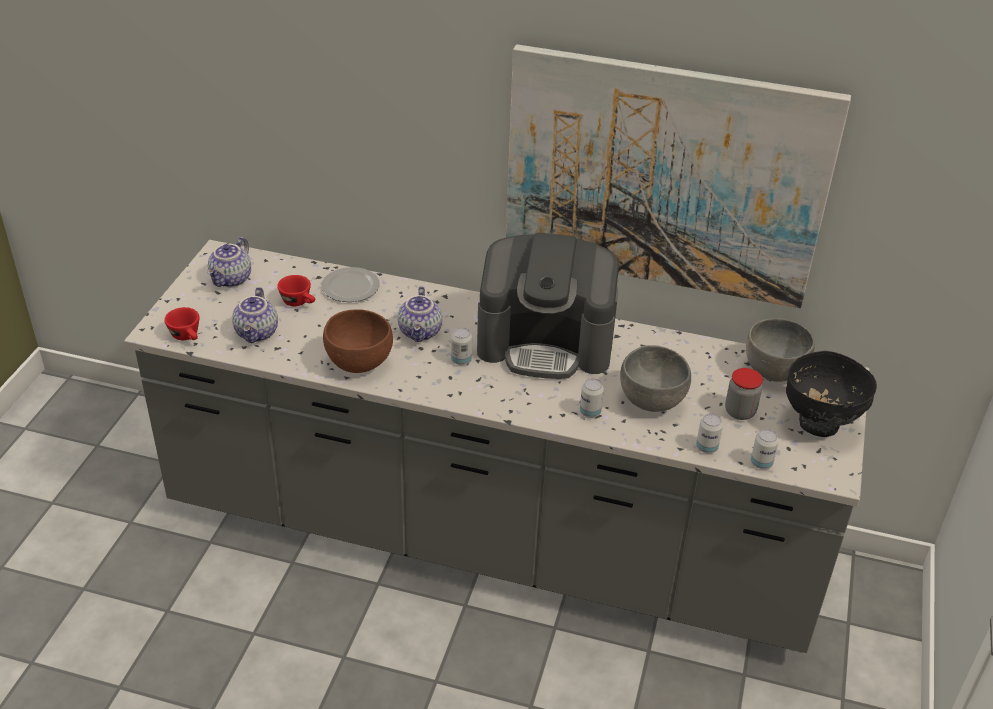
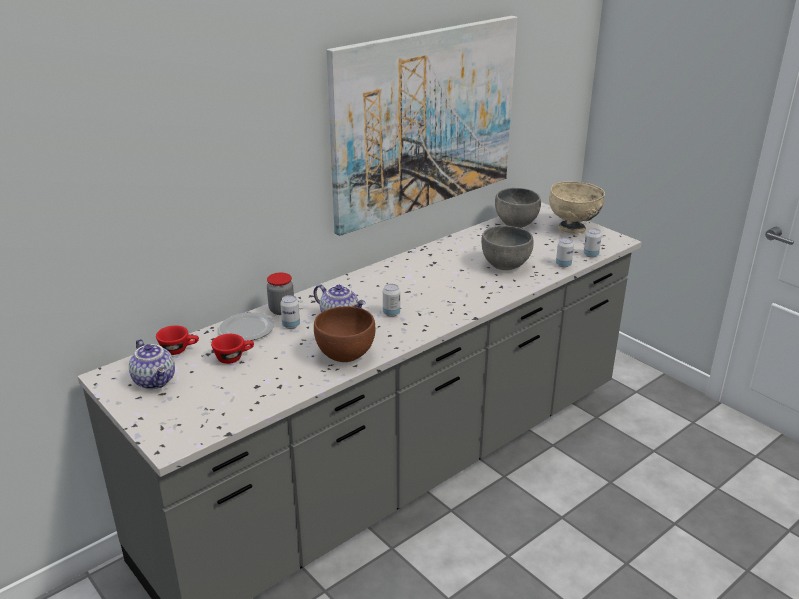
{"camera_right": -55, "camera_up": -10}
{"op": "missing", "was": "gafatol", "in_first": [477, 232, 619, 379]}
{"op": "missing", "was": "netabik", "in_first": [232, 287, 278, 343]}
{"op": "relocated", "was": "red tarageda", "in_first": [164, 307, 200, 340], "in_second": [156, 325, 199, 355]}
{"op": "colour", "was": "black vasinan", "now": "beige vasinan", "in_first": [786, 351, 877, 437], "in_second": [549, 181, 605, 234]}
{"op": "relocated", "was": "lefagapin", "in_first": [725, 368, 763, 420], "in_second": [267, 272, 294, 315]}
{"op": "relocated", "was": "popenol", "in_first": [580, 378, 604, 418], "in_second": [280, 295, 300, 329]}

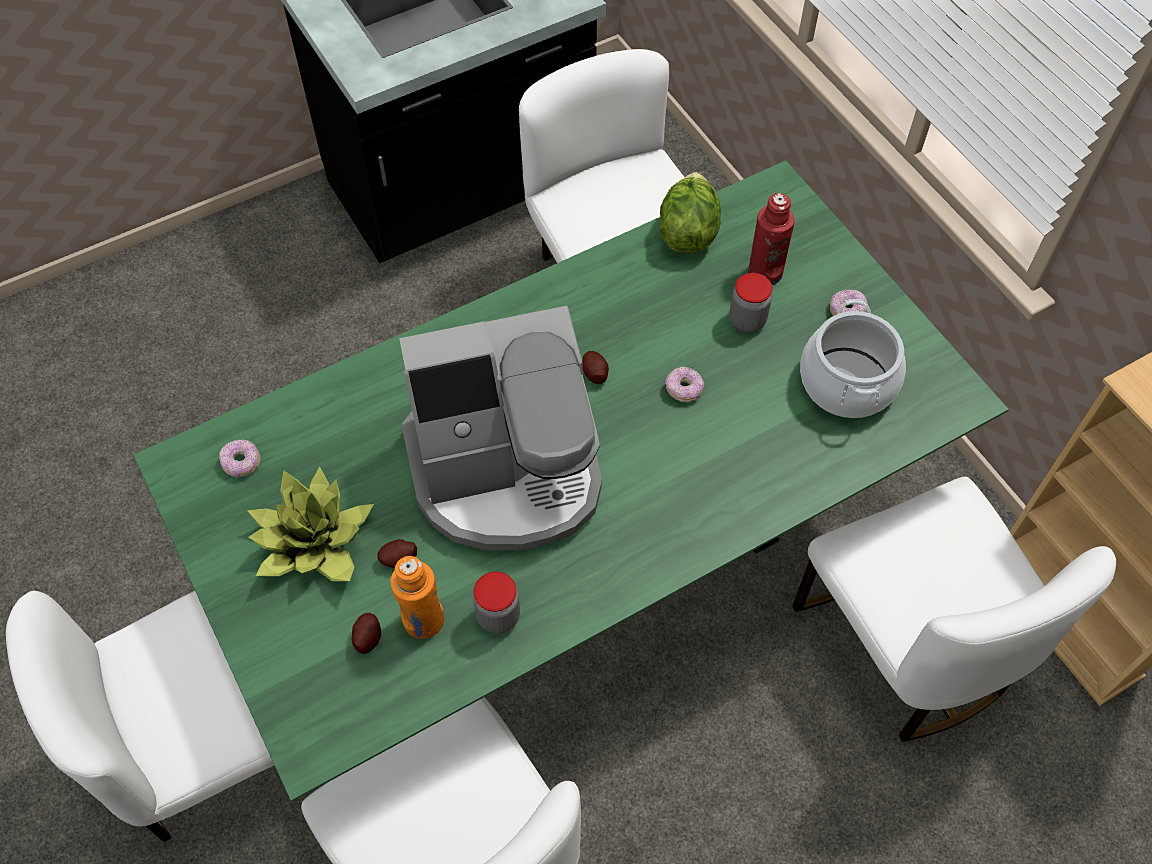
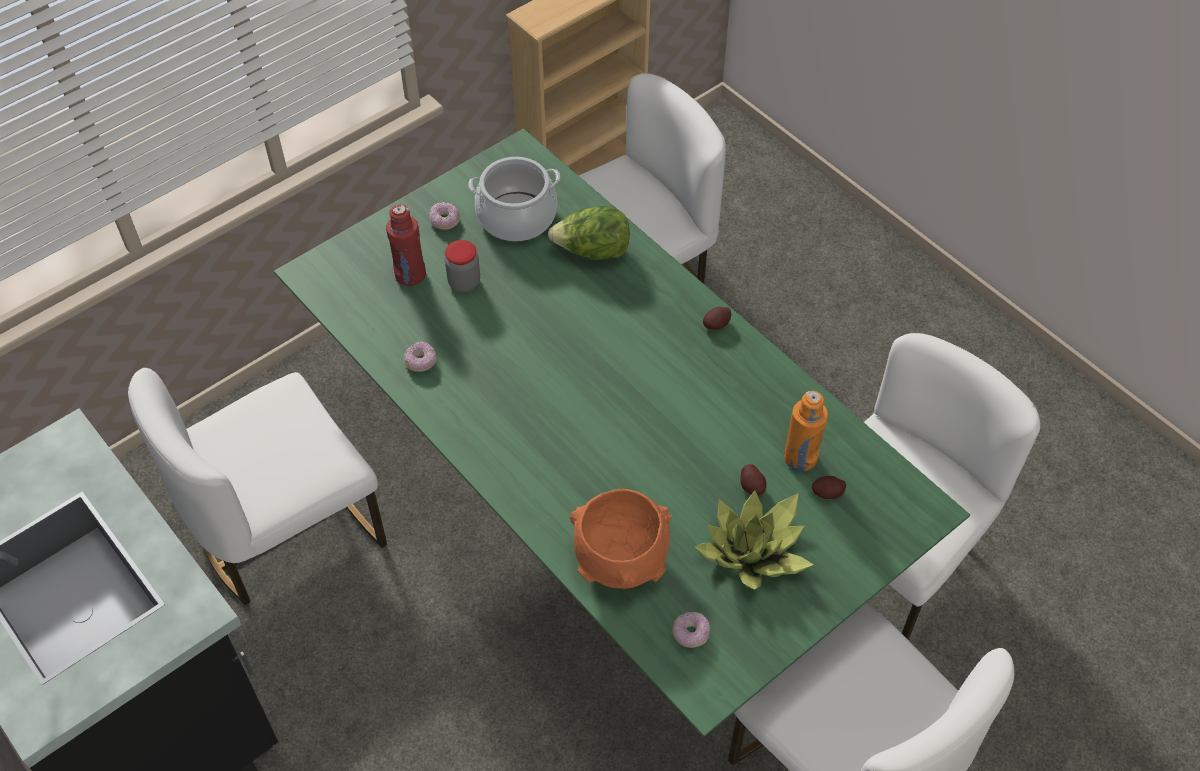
{"camera_right": -100, "camera_up": -5}
{"op": "relocated", "was": "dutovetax", "in_first": [660, 172, 721, 254], "in_second": [548, 206, 630, 260]}
{"op": "missing", "was": "gafatol", "in_first": [399, 306, 602, 551]}
{"op": "relocated", "was": "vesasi", "in_first": [582, 351, 609, 384], "in_second": [703, 307, 731, 330]}
{"op": "relocated", "was": "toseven", "in_first": [665, 366, 704, 402], "in_second": [404, 341, 437, 372]}
{"op": "missing", "was": "lefagapin", "in_first": [473, 572, 520, 634]}
{"op": "appeared", "now": "orange vasinan", "in_second": [570, 489, 672, 589]}

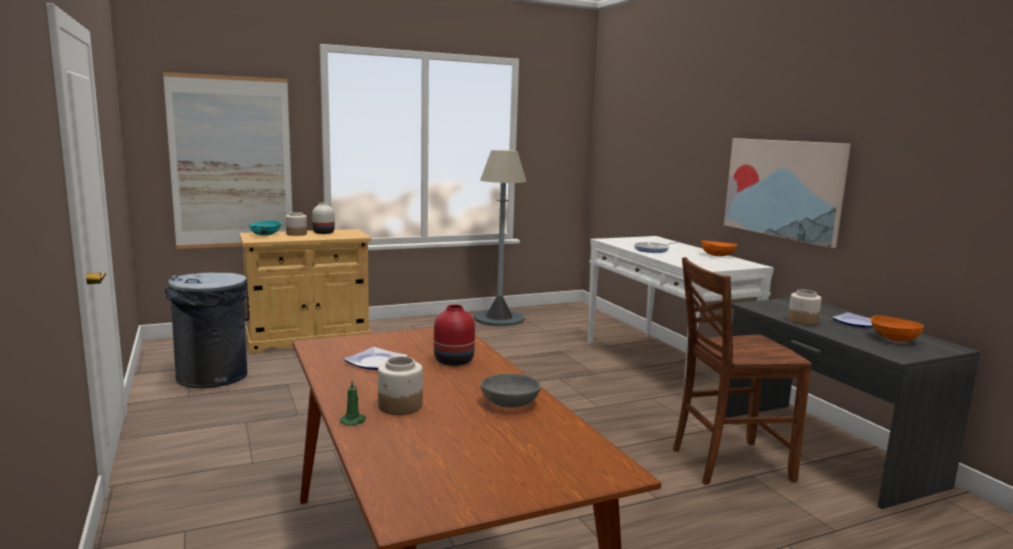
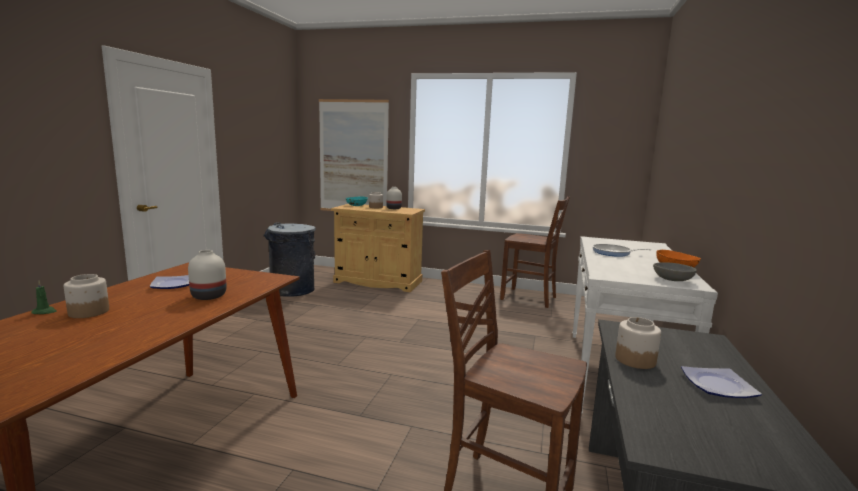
{"camera_right": 40, "camera_up": 0}
{"op": "missing", "was": "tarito", "in_first": [724, 138, 851, 248]}
{"op": "exchanged", "was": "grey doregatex", "now": "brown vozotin", "in_first": [474, 150, 527, 326], "in_second": [500, 196, 570, 308]}
{"op": "colour", "was": "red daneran", "now": "white daneran", "in_first": [434, 304, 475, 366], "in_second": [188, 250, 226, 300]}
{"op": "missing", "was": "orange vasinan", "in_first": [871, 316, 924, 342]}
{"op": "relocated", "was": "grey vasinan", "in_first": [480, 373, 541, 408], "in_second": [653, 262, 697, 281]}

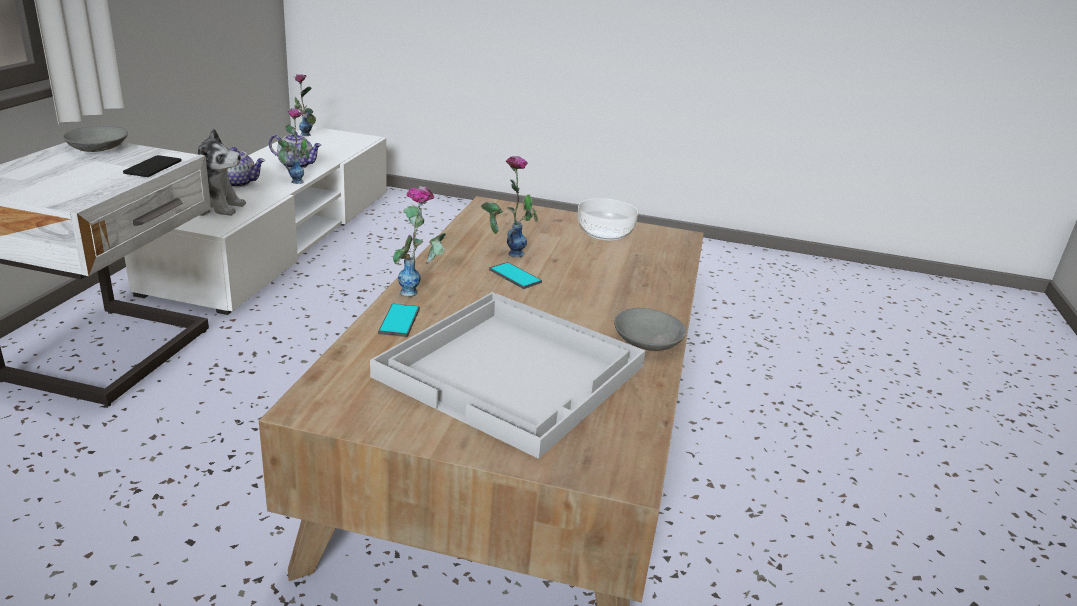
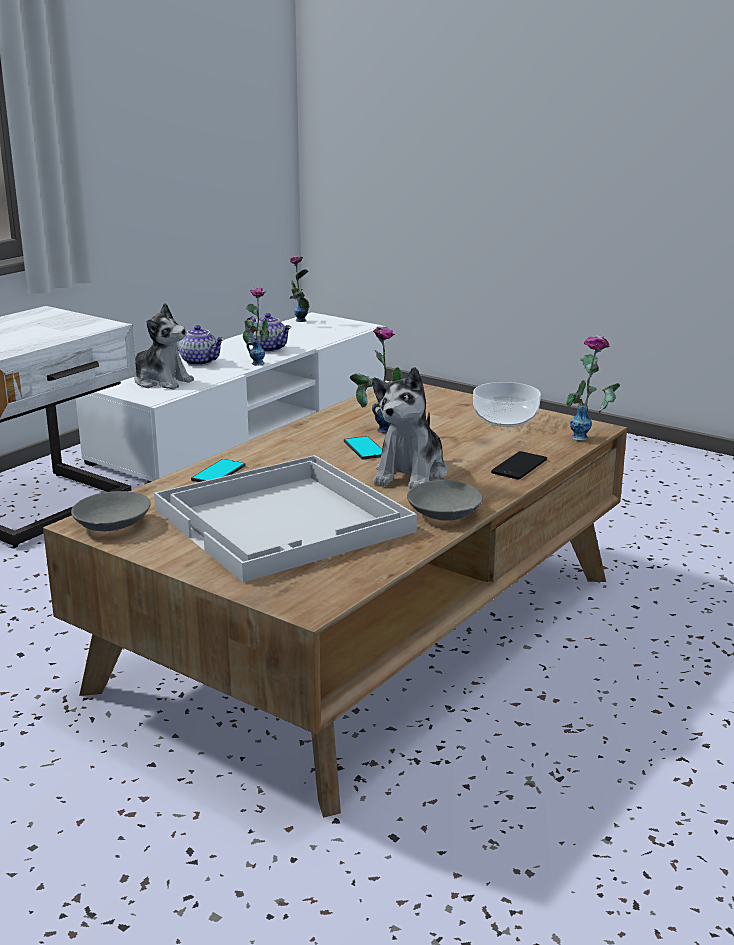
{"camera_right": 25, "camera_up": -5}
{"op": "relocated", "was": "grey vasinan", "in_first": [63, 126, 128, 152], "in_second": [71, 491, 151, 531]}
{"op": "relocated", "was": "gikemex", "in_first": [123, 155, 182, 177], "in_second": [491, 451, 547, 480]}
{"op": "relocated", "was": "daneran", "in_first": [393, 186, 446, 297], "in_second": [566, 335, 620, 441]}
{"op": "appeared", "now": "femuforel", "in_second": [372, 367, 447, 489]}

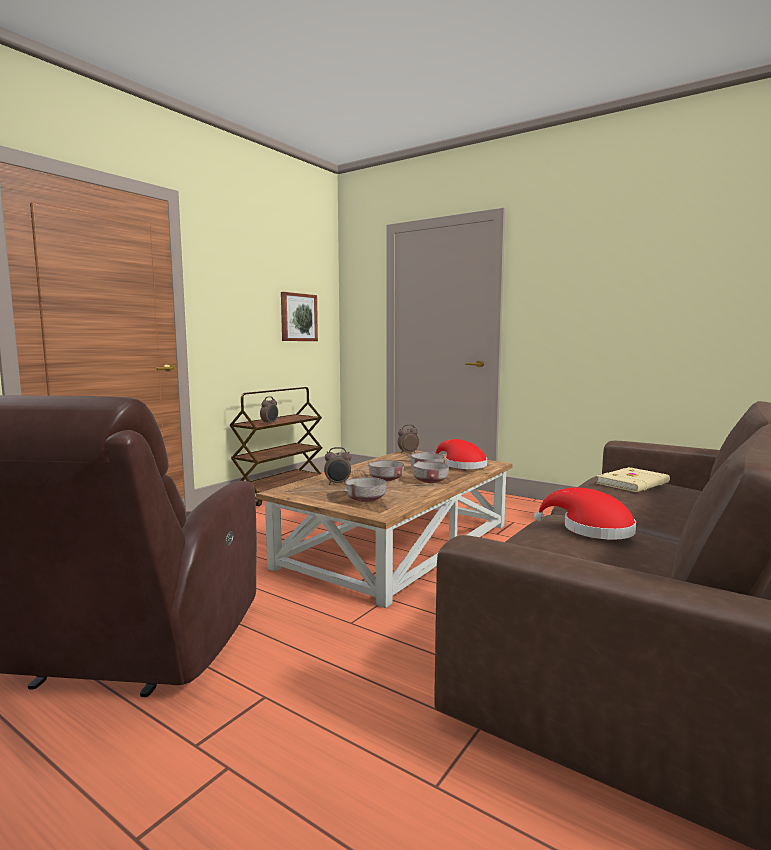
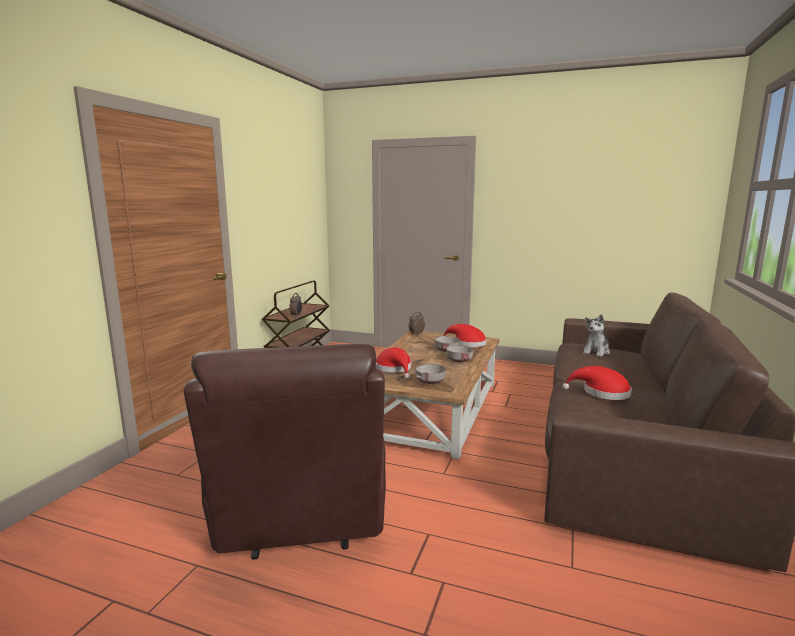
{"camera_right": -15, "camera_up": 5}
{"op": "missing", "was": "tarito", "in_first": [281, 292, 318, 341]}
{"op": "exchanged", "was": "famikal", "now": "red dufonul", "in_first": [324, 447, 351, 485], "in_second": [376, 347, 412, 379]}
{"op": "missing", "was": "grey vasinan", "in_first": [368, 459, 404, 481]}
{"op": "exchanged", "was": "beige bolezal", "now": "femuforel", "in_first": [597, 467, 670, 492], "in_second": [583, 314, 610, 357]}

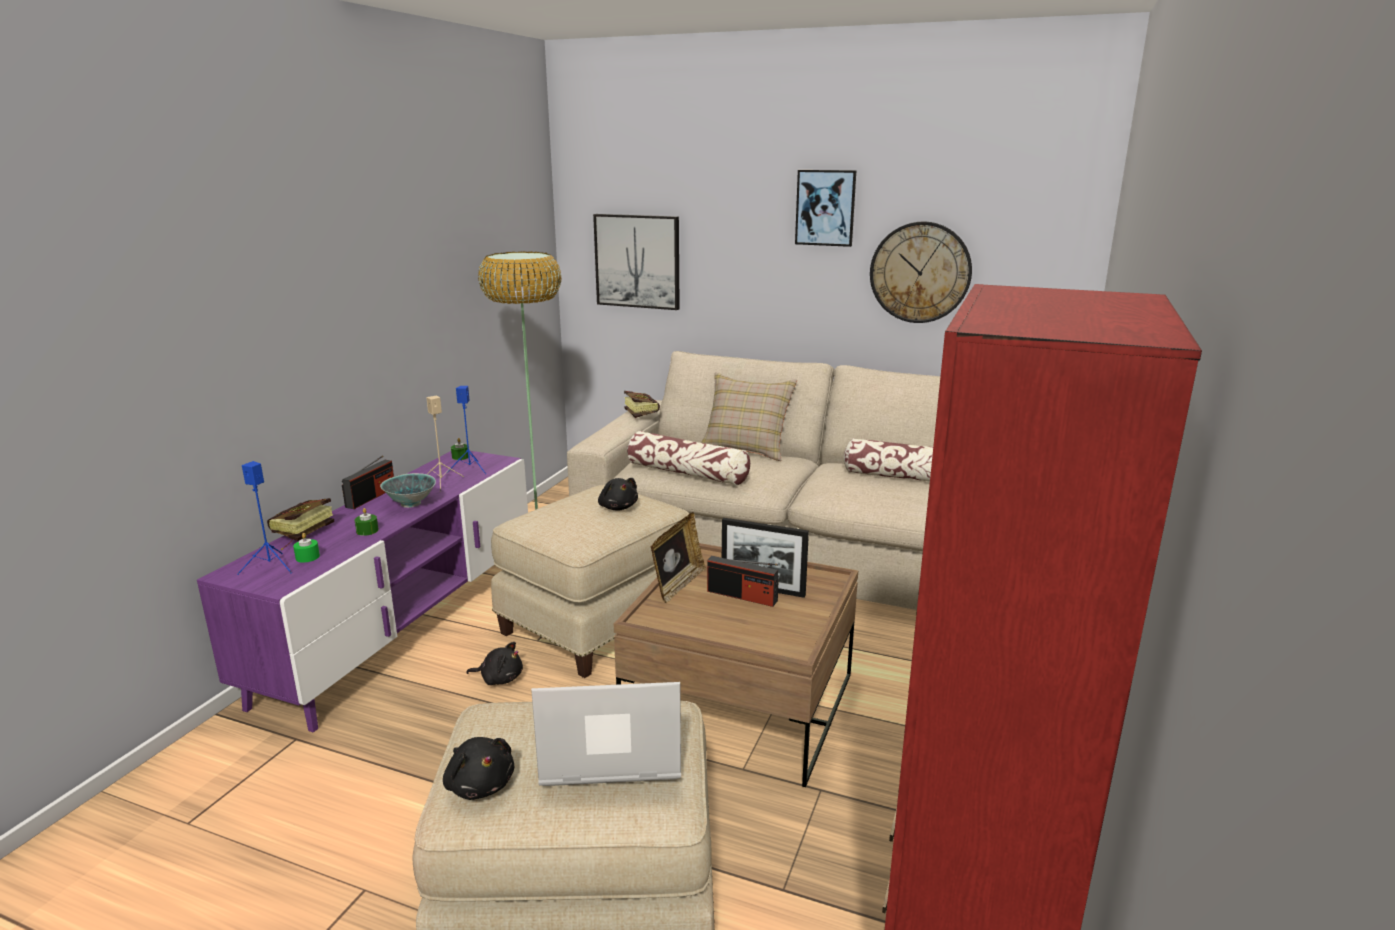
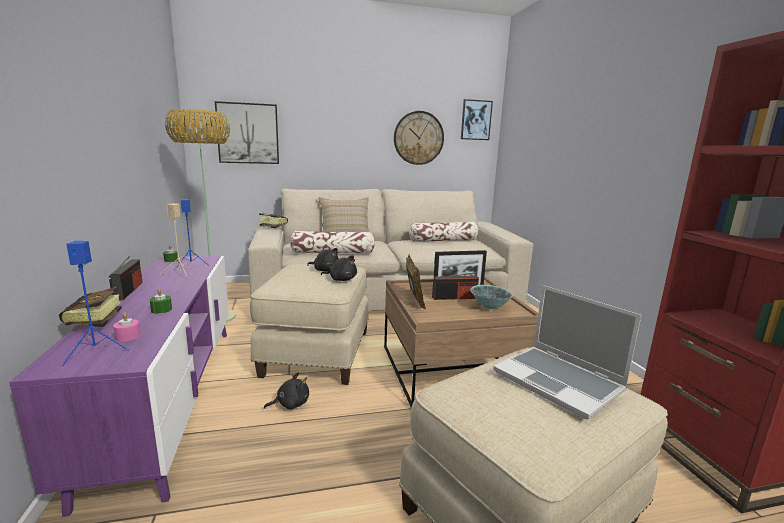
{"camera_right": -35, "camera_up": -5}
{"op": "relocated", "was": "tarito", "in_first": [795, 170, 856, 247], "in_second": [461, 99, 493, 140]}
{"op": "relocated", "was": "vasinan", "in_first": [380, 473, 436, 508], "in_second": [470, 285, 513, 311]}
{"op": "colour", "was": "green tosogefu", "now": "pink tosogefu", "in_first": [293, 533, 320, 562], "in_second": [113, 313, 141, 342]}
{"op": "spun", "was": "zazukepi", "in_first": [531, 682, 681, 786], "in_second": [493, 285, 641, 419], "clockwise": -90}
{"op": "relocated", "was": "black femuforel", "in_first": [443, 737, 514, 800], "in_second": [321, 255, 357, 281]}

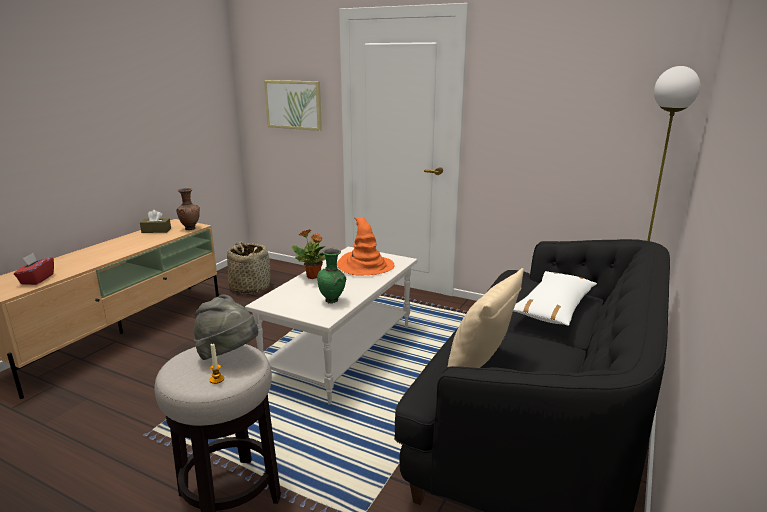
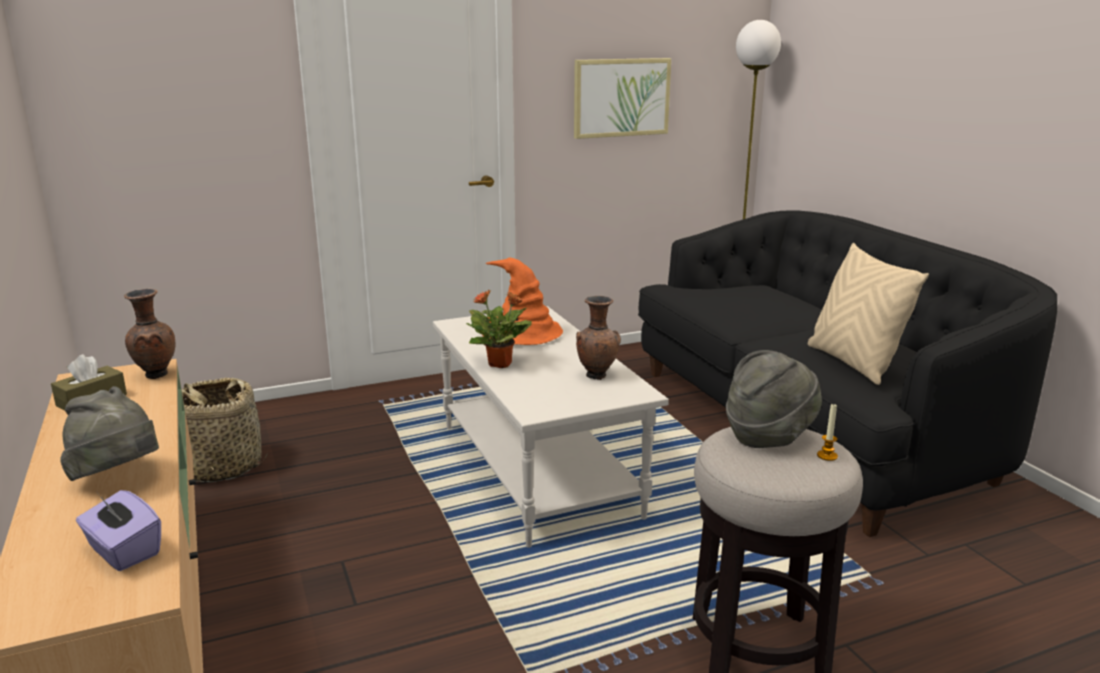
{"camera_right": -50, "camera_up": 0}
{"op": "relocated", "was": "tarito", "in_first": [264, 80, 322, 131], "in_second": [574, 58, 671, 139]}
{"op": "colour", "was": "green daneran", "now": "brown daneran", "in_first": [317, 248, 346, 304], "in_second": [576, 296, 621, 380]}
{"op": "colour", "was": "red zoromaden", "now": "purple zoromaden", "in_first": [14, 253, 54, 285], "in_second": [76, 490, 161, 571]}
{"op": "missing", "was": "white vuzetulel", "in_first": [513, 271, 597, 326]}
{"op": "appeared", "now": "grey dufonul", "in_second": [61, 386, 159, 481]}

